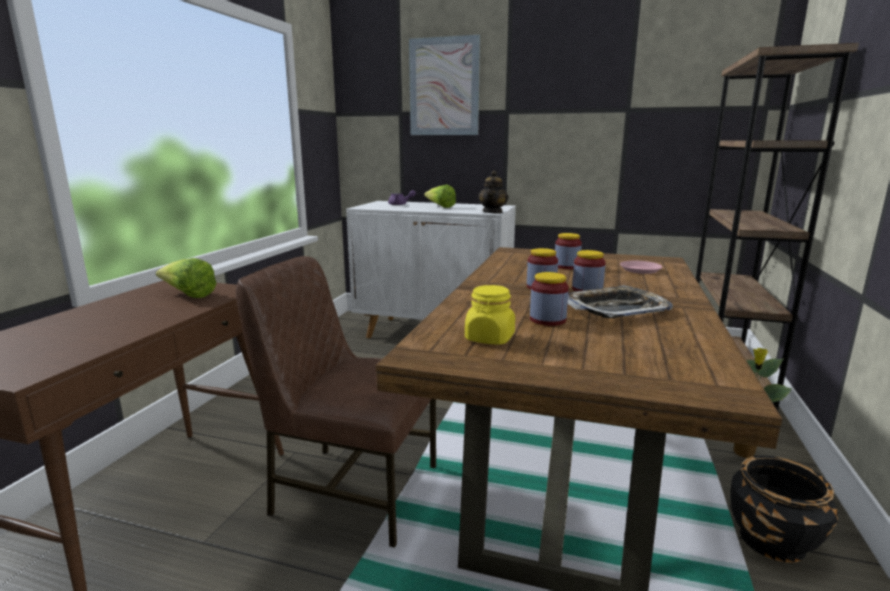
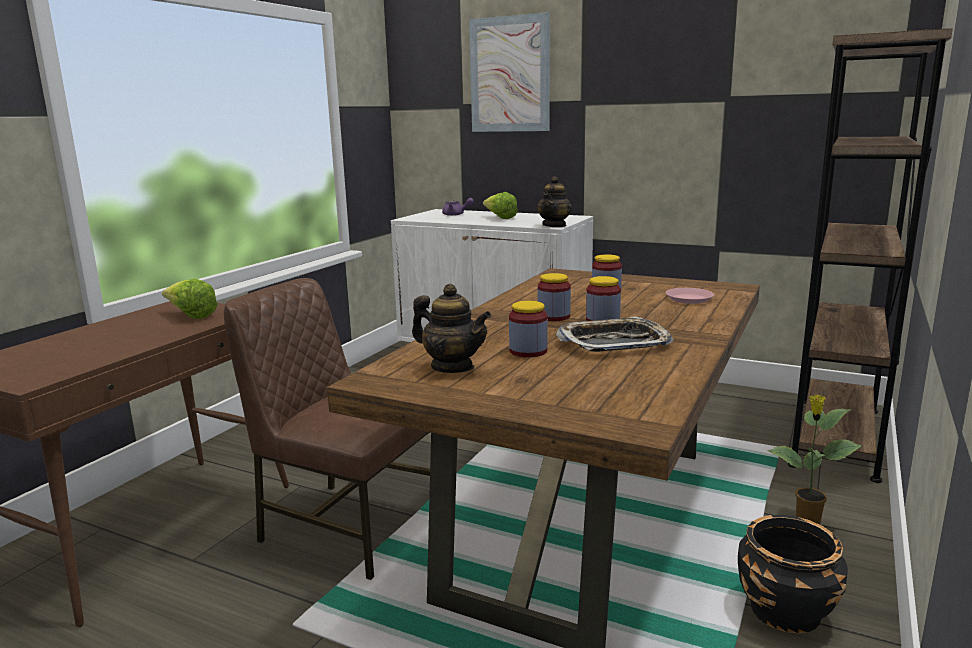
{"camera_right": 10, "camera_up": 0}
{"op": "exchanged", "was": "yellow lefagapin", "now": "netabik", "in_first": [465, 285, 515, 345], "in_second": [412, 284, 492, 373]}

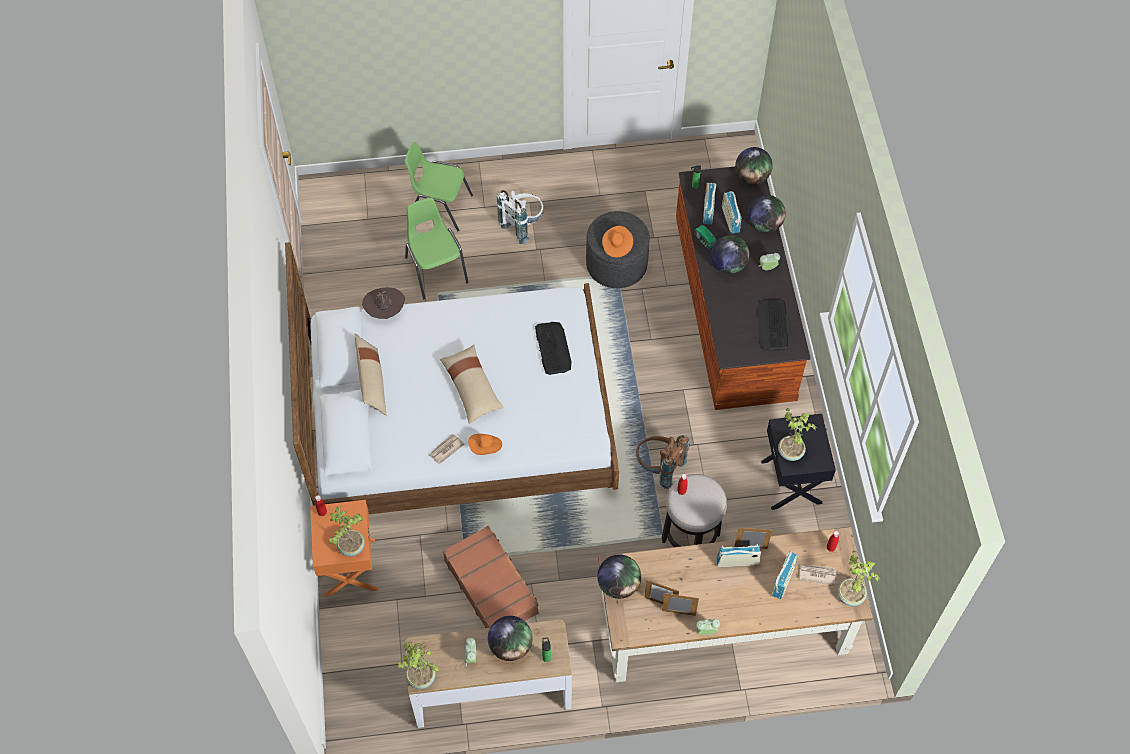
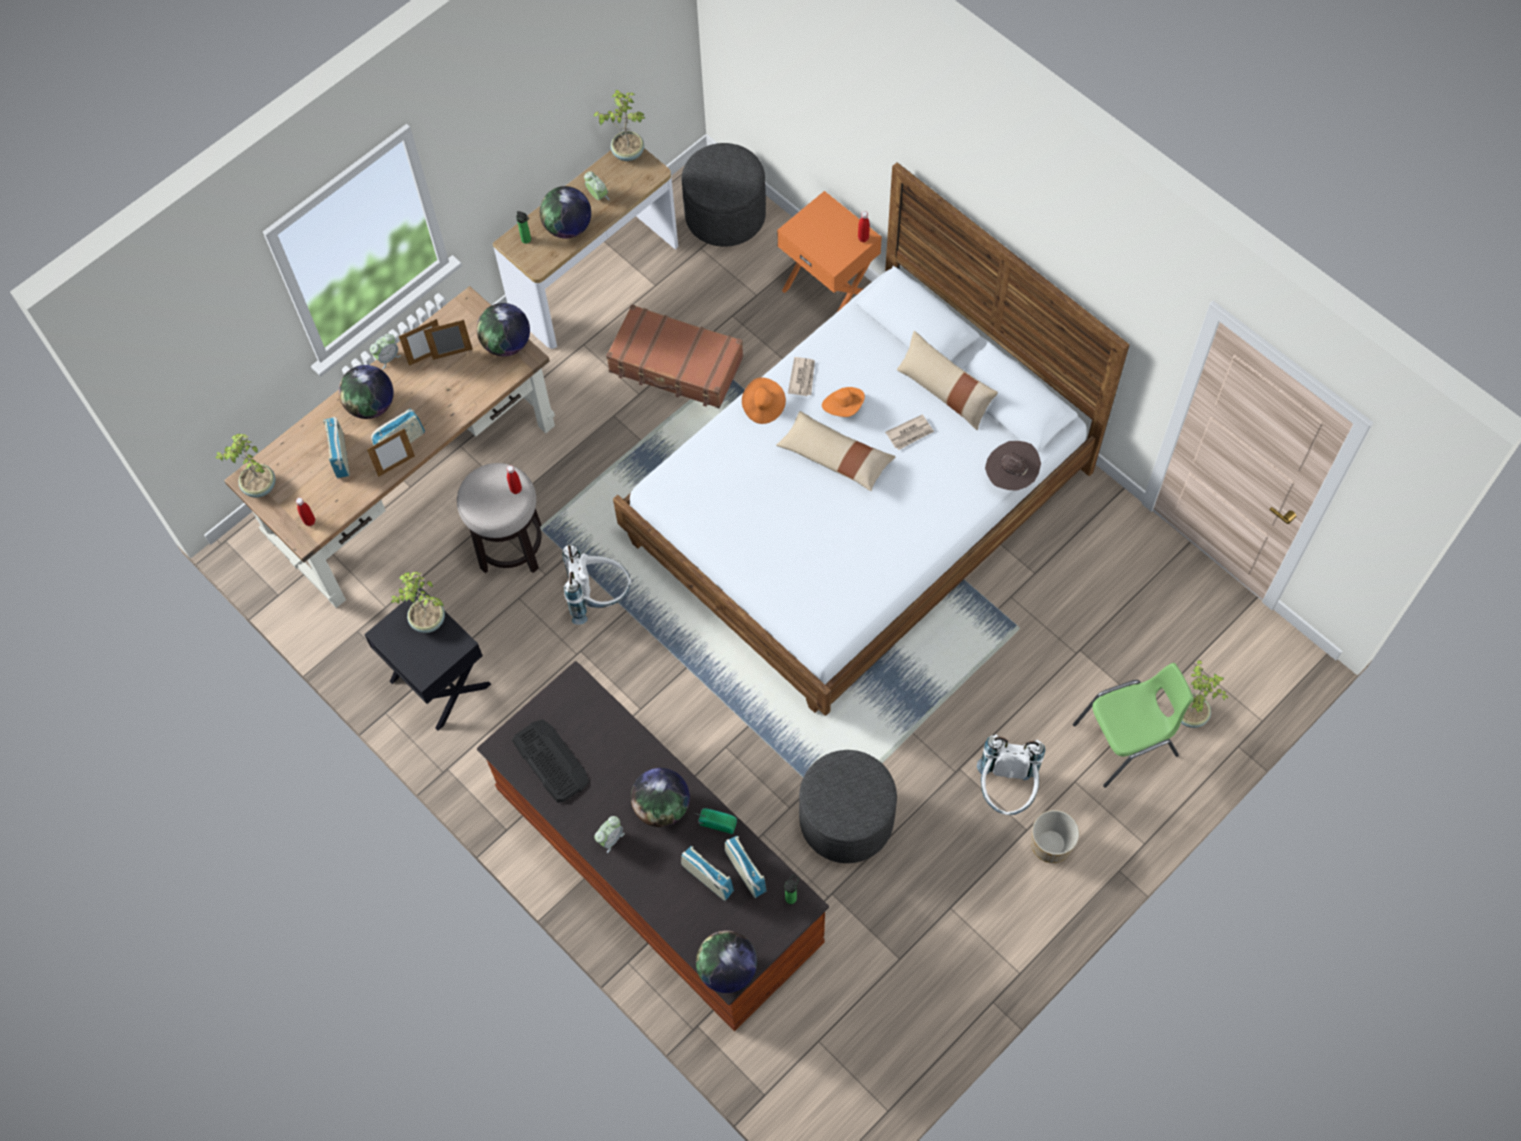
{"camera_right": 145, "camera_up": 5}
{"op": "relocated", "was": "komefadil", "in_first": [748, 195, 786, 233], "in_second": [339, 365, 393, 419]}
{"op": "missing", "was": "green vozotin", "in_first": [405, 197, 469, 299]}
{"op": "relocated", "was": "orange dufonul", "in_first": [602, 226, 633, 257], "in_second": [822, 387, 865, 417]}
{"op": "missing", "was": "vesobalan", "in_first": [535, 322, 572, 375]}
{"op": "colour", "was": "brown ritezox", "now": "white ritezox", "in_first": [636, 435, 689, 489], "in_second": [562, 544, 631, 625]}
{"op": "relocated", "was": "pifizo", "in_first": [329, 506, 365, 557], "in_second": [1181, 660, 1229, 728]}
{"op": "relocated", "was": "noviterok", "in_first": [799, 565, 836, 585], "in_second": [885, 414, 934, 450]}
{"op": "appeared", "now": "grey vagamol", "in_second": [682, 143, 766, 247]}
{"op": "appeared", "now": "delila", "in_second": [1031, 810, 1079, 863]}

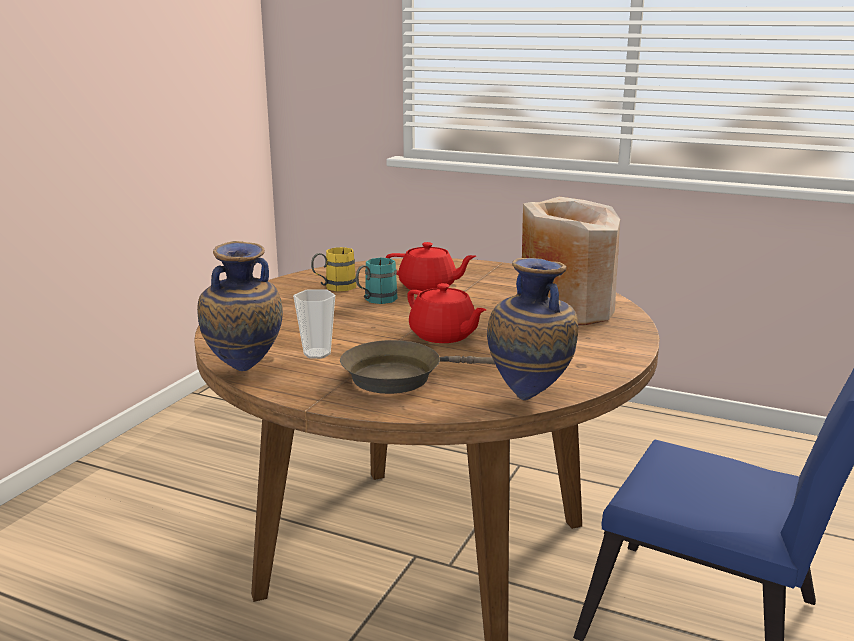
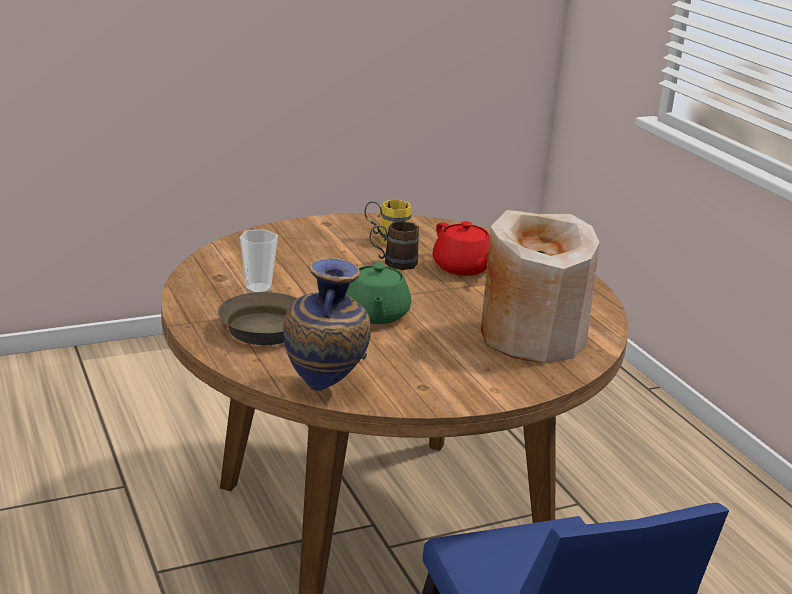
{"camera_right": 40, "camera_up": 5}
{"op": "missing", "was": "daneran", "in_first": [197, 241, 283, 371]}
{"op": "colour", "was": "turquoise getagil", "now": "brown getagil", "in_first": [356, 258, 397, 304], "in_second": [370, 221, 419, 270]}
{"op": "colour", "was": "red netabik", "now": "green netabik", "in_first": [407, 283, 486, 343], "in_second": [346, 262, 411, 324]}

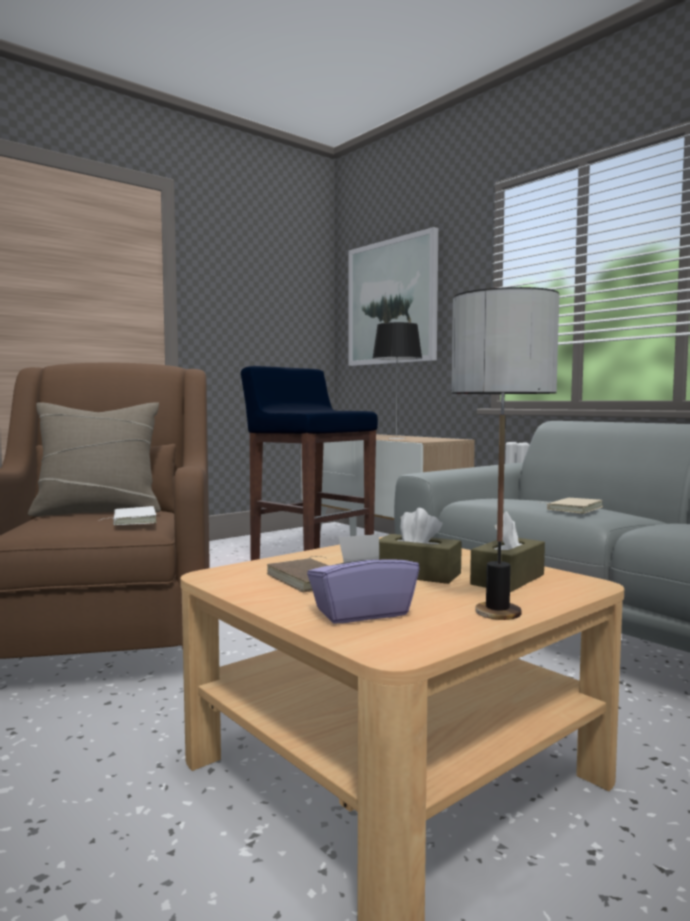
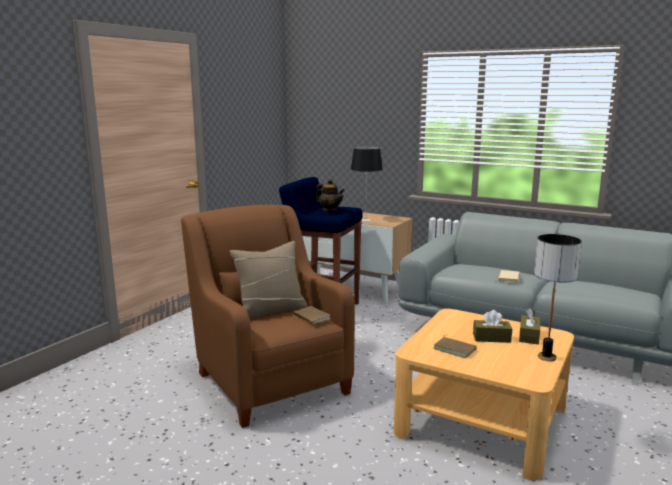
{"camera_right": -20, "camera_up": 10}
{"op": "missing", "was": "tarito", "in_first": [349, 227, 438, 366]}
{"op": "colour", "was": "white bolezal", "now": "brown bolezal", "in_first": [100, 506, 157, 525], "in_second": [294, 306, 330, 325]}
{"op": "missing", "was": "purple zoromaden", "in_first": [307, 533, 419, 624]}
{"op": "appeared", "now": "netabik", "in_second": [316, 179, 345, 212]}

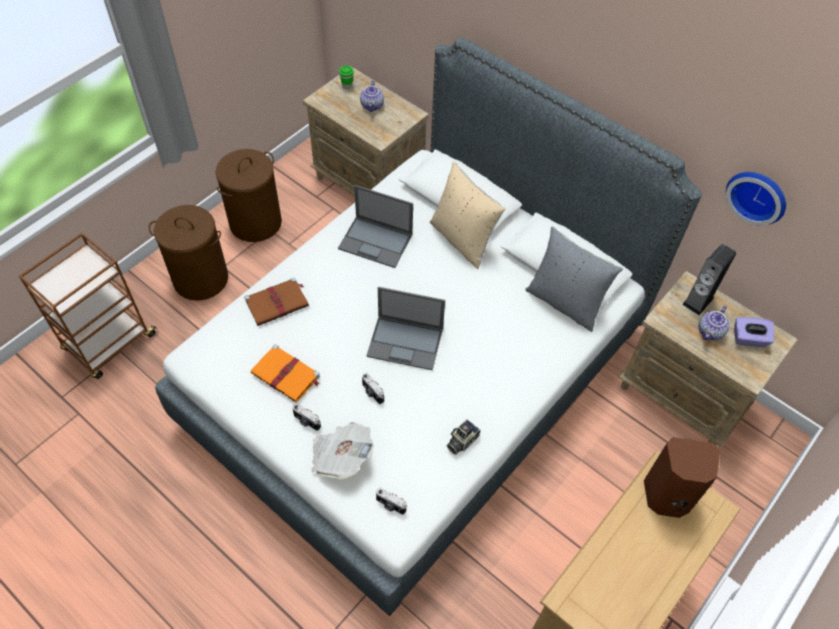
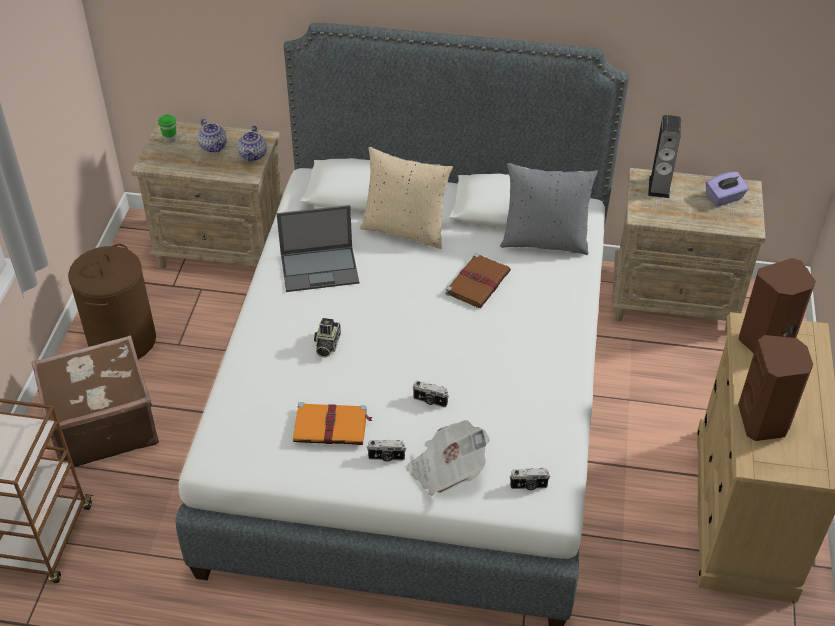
{"camera_right": -30, "camera_up": -10}
{"op": "missing", "was": "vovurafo", "in_first": [726, 172, 786, 226]}
{"op": "exchanged", "was": "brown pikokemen", "now": "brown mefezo", "in_first": [149, 205, 228, 301], "in_second": [32, 335, 159, 469]}
{"op": "relocated", "was": "brown bolezal", "in_first": [244, 277, 309, 326], "in_second": [445, 253, 511, 308]}
{"op": "missing", "was": "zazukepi", "in_first": [366, 287, 445, 370]}
{"op": "relocated", "was": "netabik", "in_first": [698, 305, 730, 340], "in_second": [237, 125, 267, 162]}
{"op": "relocated", "was": "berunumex", "in_first": [447, 420, 480, 455], "in_second": [314, 318, 341, 357]}
{"op": "appeared", "now": "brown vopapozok", "in_second": [738, 335, 813, 441]}

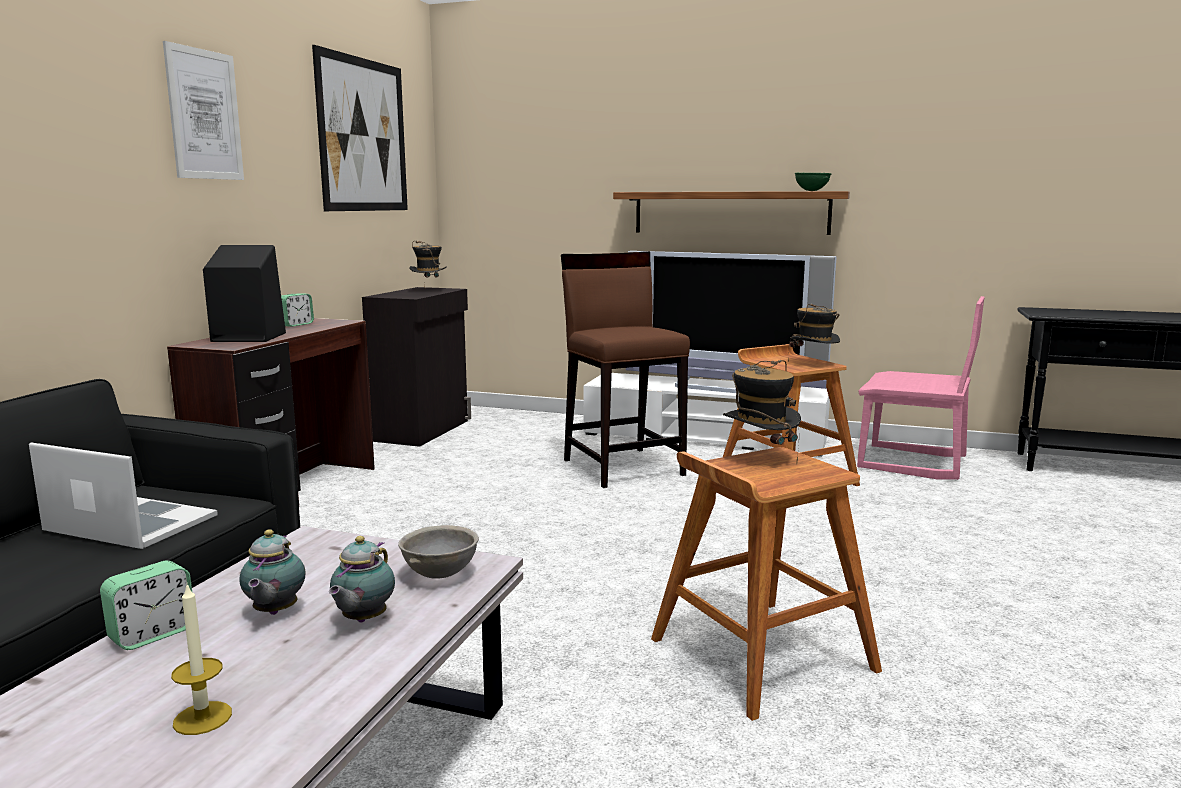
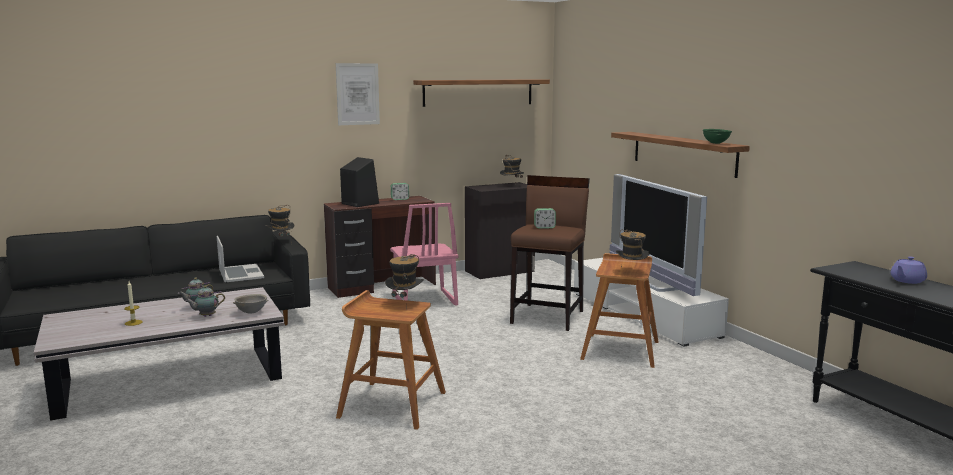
{"camera_right": 45, "camera_up": 0}
{"op": "exchanged", "was": "tarito", "now": "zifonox", "in_first": [312, 45, 408, 211], "in_second": [413, 79, 550, 107]}
{"op": "relocated", "was": "pink vozotin", "in_first": [857, 296, 985, 480], "in_second": [390, 203, 459, 306]}
{"op": "relocated", "was": "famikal", "in_first": [100, 561, 192, 650], "in_second": [534, 208, 556, 229]}
{"op": "appeared", "now": "dufonul", "in_second": [266, 205, 295, 244]}
{"op": "appeared", "now": "purple netabik", "in_second": [891, 256, 927, 284]}

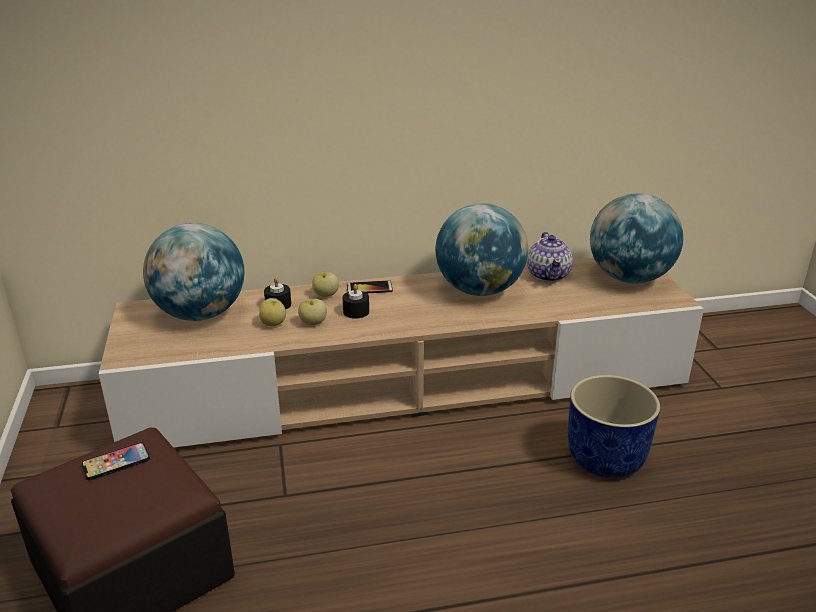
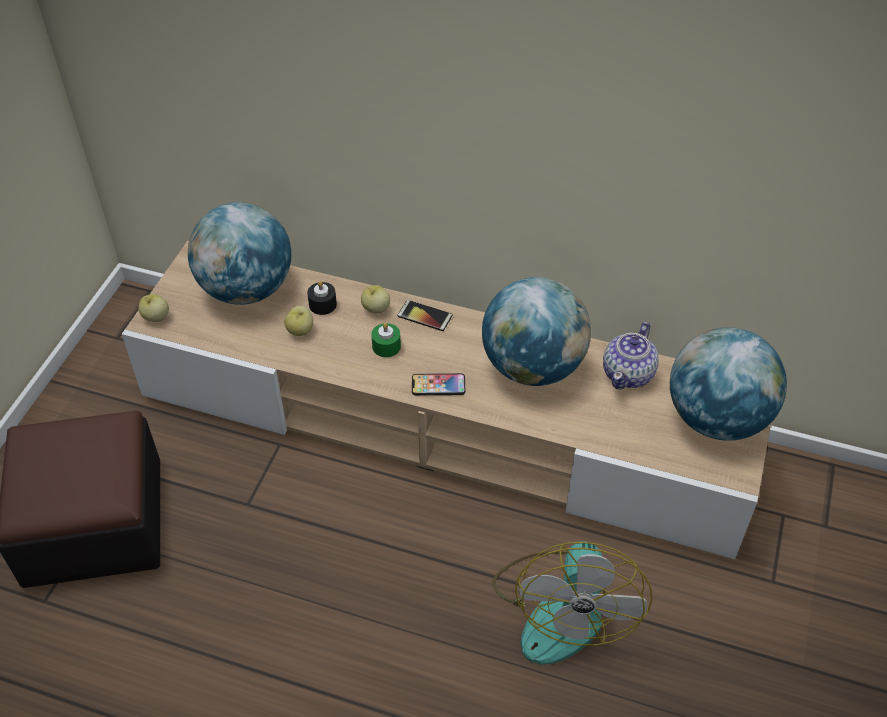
{"camera_right": 30, "camera_up": 20}
{"op": "colour", "was": "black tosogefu", "now": "green tosogefu", "in_first": [343, 284, 369, 319], "in_second": [371, 323, 401, 357]}
{"op": "relocated", "was": "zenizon", "in_first": [298, 299, 327, 325], "in_second": [139, 294, 169, 322]}
{"op": "exchanged", "was": "blue delila", "now": "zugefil", "in_first": [568, 375, 660, 478], "in_second": [492, 541, 653, 665]}
{"op": "relocated", "was": "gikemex", "in_first": [81, 442, 150, 480], "in_second": [412, 373, 465, 395]}

